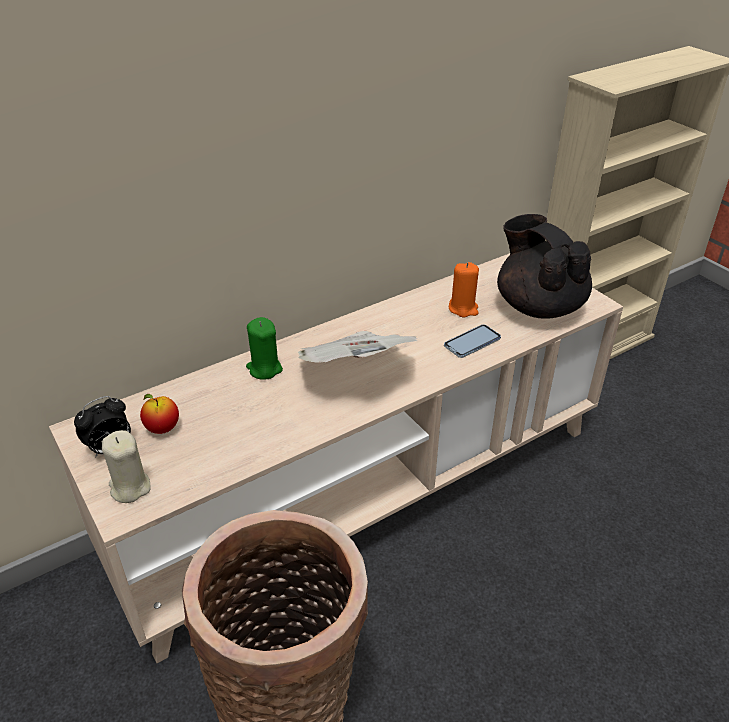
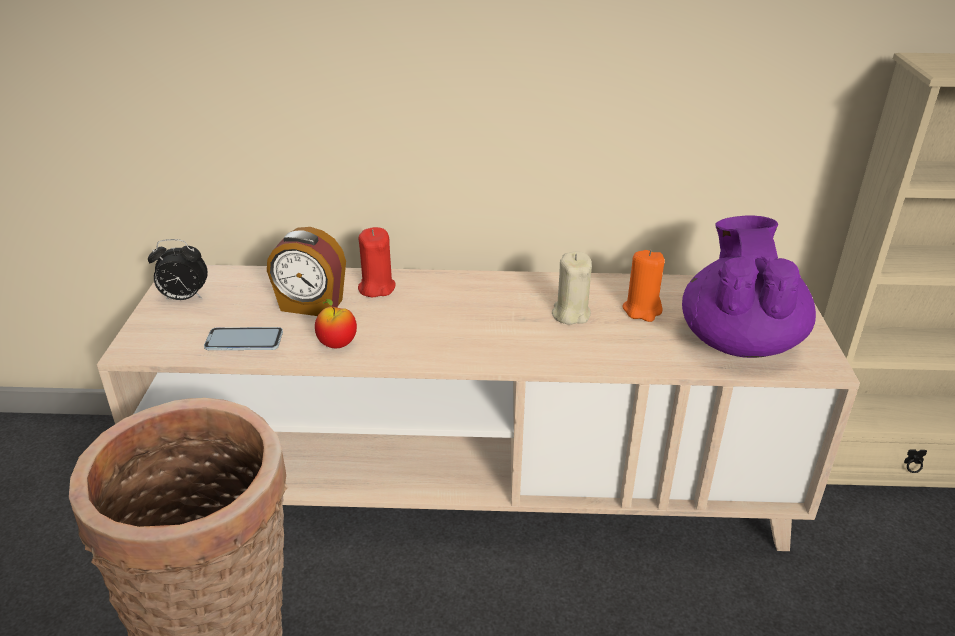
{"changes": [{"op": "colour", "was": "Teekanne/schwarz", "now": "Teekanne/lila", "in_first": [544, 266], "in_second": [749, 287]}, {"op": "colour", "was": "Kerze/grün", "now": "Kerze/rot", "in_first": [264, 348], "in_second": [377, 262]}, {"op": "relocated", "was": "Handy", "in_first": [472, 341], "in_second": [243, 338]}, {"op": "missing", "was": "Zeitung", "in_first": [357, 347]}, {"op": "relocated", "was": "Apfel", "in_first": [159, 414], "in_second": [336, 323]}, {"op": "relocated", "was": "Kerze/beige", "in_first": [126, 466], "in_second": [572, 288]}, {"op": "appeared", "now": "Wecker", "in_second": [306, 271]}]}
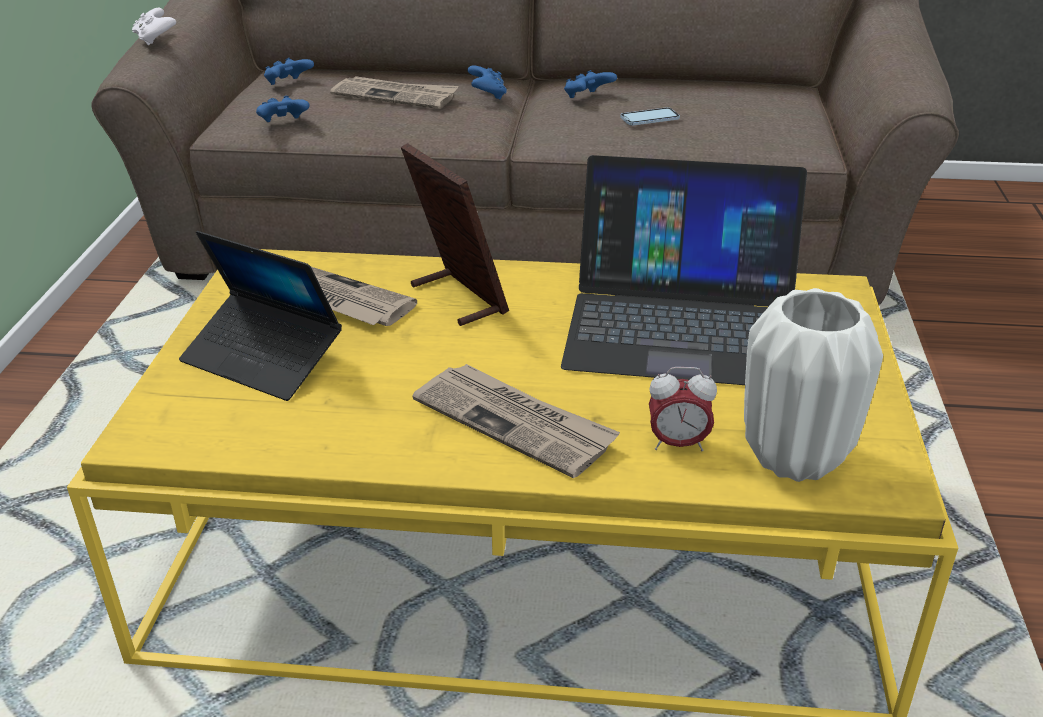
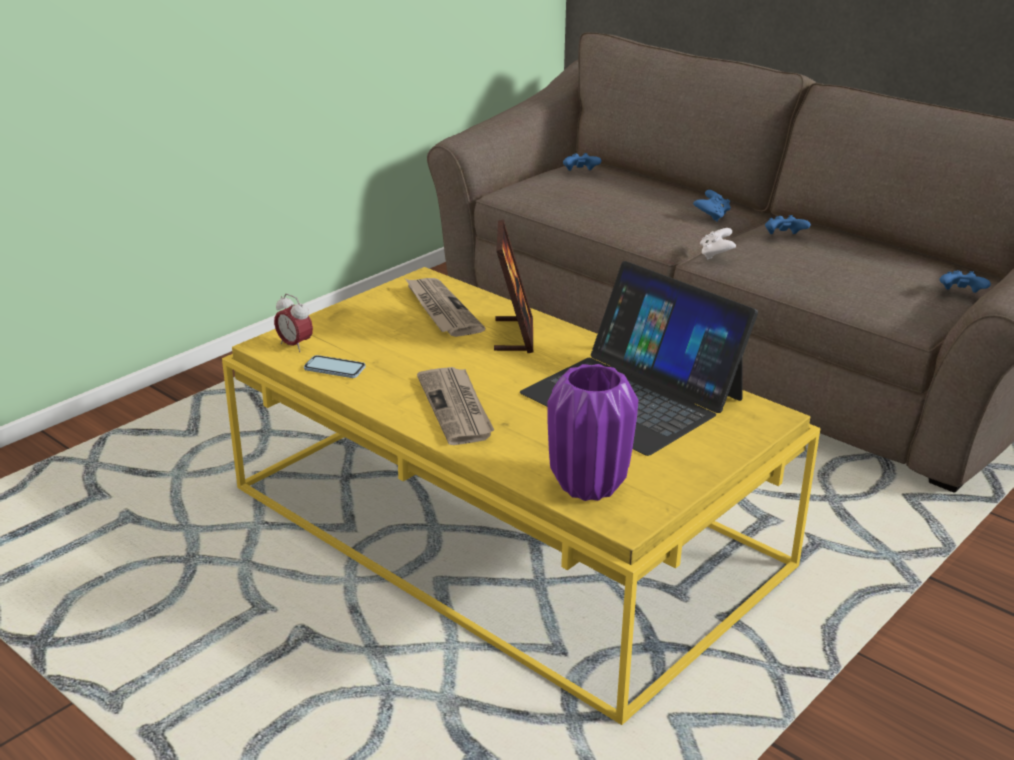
{"changes": [{"op": "relocated", "was": "Gamepad/weiß", "in_first": [154, 27], "in_second": [718, 244]}, {"op": "missing", "was": "Zeitung", "in_first": [394, 92]}, {"op": "relocated", "was": "Gamepad/blau", "in_first": [283, 109], "in_second": [965, 281]}, {"op": "relocated", "was": "Handy", "in_first": [650, 116], "in_second": [335, 366]}, {"op": "missing", "was": "Laptop", "in_first": [260, 316]}, {"op": "colour", "was": "Vase/weiß", "now": "Vase/lila", "in_first": [813, 385], "in_second": [592, 432]}, {"op": "relocated", "was": "Wecker", "in_first": [683, 409], "in_second": [293, 323]}]}
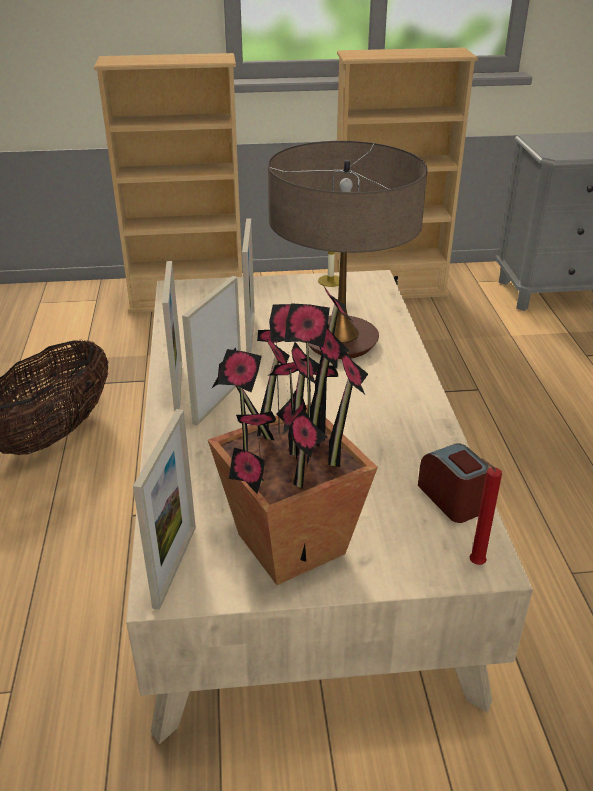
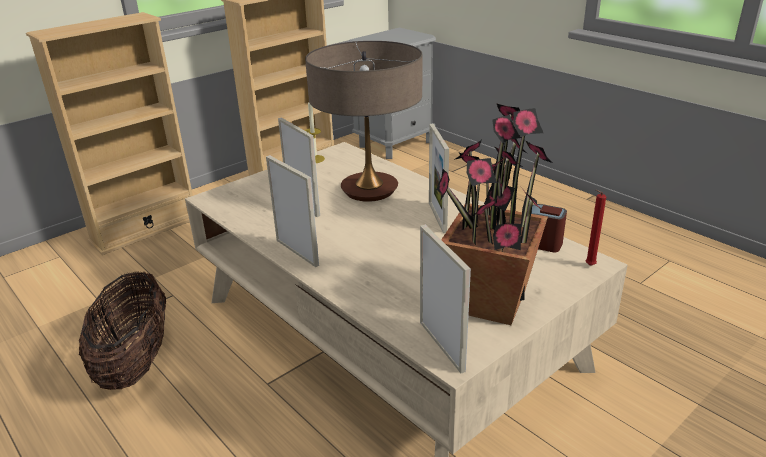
{"changes": [{"op": "relocated", "was": "Bilderrahmen", "in_first": [211, 351], "in_second": [439, 178]}]}
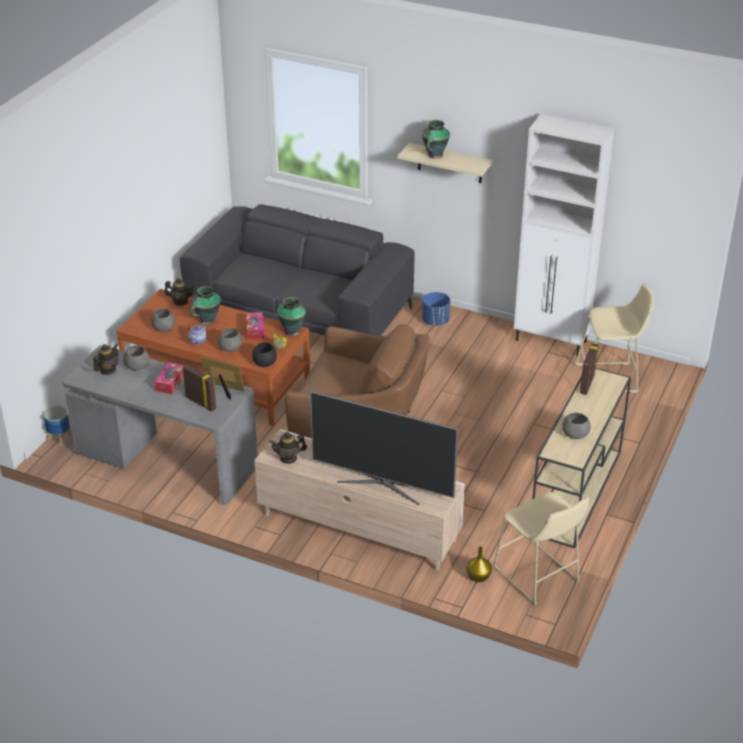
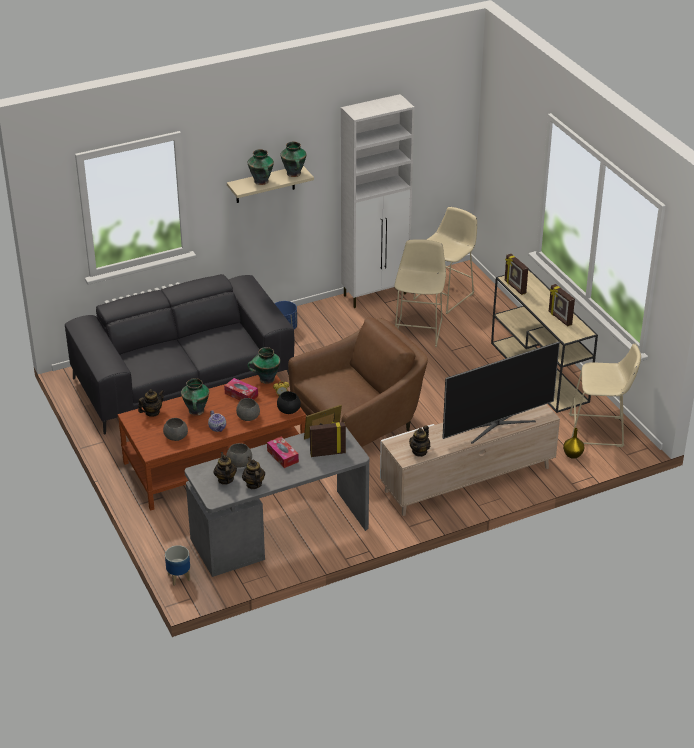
{"changes": [{"op": "exchanged", "was": "Schüssel/grau", "now": "Bilderrahmen", "in_first": [576, 426], "in_second": [562, 305]}, {"op": "appeared", "now": "Vase", "in_second": [293, 159]}, {"op": "appeared", "now": "Hocker/beige", "in_second": [420, 293]}, {"op": "appeared", "now": "Teekanne", "in_second": [253, 473]}]}
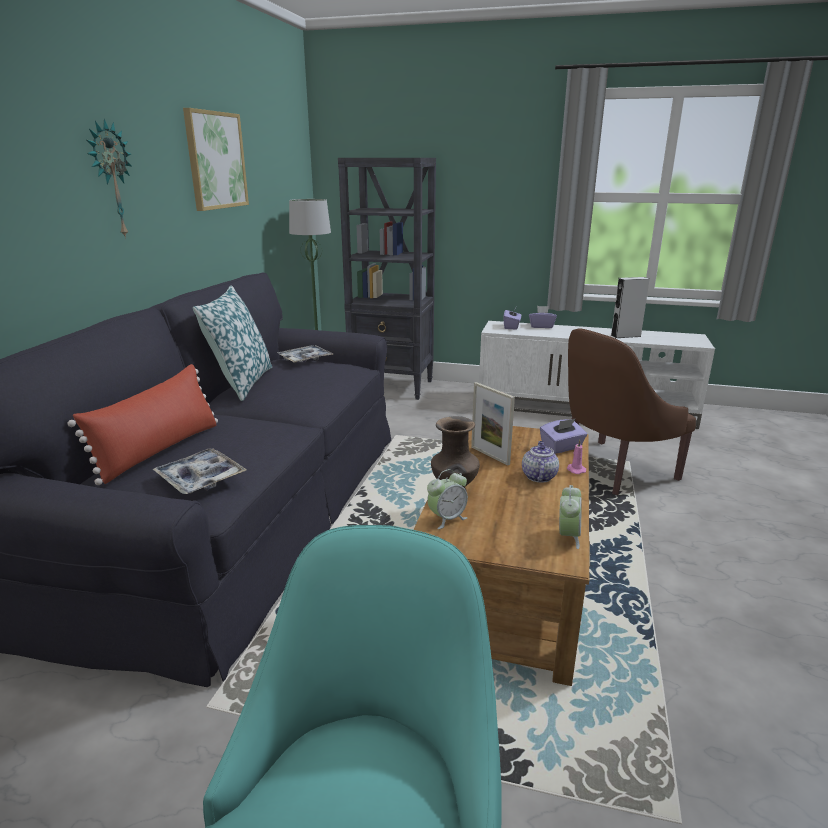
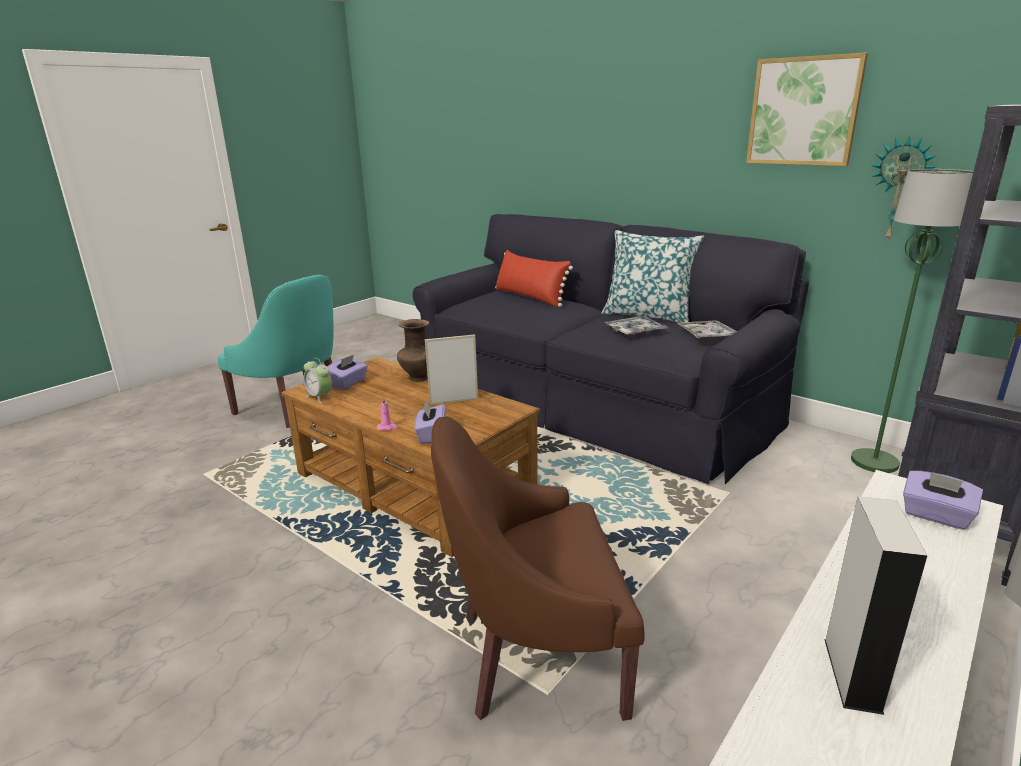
{"changes": [{"op": "relocated", "was": "Wanduhr", "in_first": [109, 179], "in_second": [904, 188]}, {"op": "relocated", "was": "Taschentuchbox/lila", "in_first": [543, 317], "in_second": [347, 372]}, {"op": "spun", "was": "Sessel/braun", "in_first": [632, 412], "in_second": [537, 569], "clockwise": -90}, {"op": "missing", "was": "Teekanne", "in_first": [540, 462]}, {"op": "relocated", "was": "Tablett", "in_first": [199, 471], "in_second": [636, 325]}, {"op": "missing", "was": "Wecker", "in_first": [447, 499]}]}
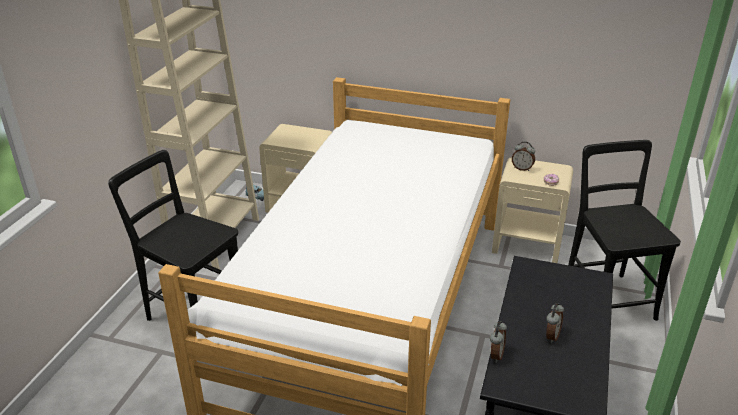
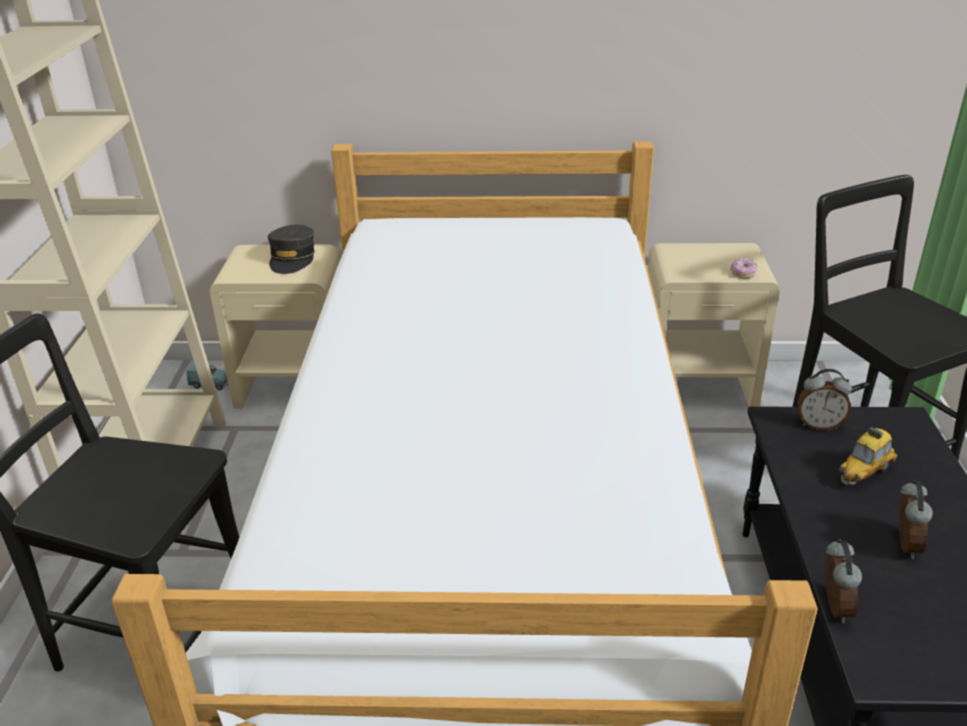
{"changes": [{"op": "relocated", "was": "Wecker", "in_first": [523, 156], "in_second": [824, 399]}, {"op": "appeared", "now": "Kappe/grau", "in_second": [291, 249]}, {"op": "appeared", "now": "Spielzeugauto", "in_second": [868, 456]}]}
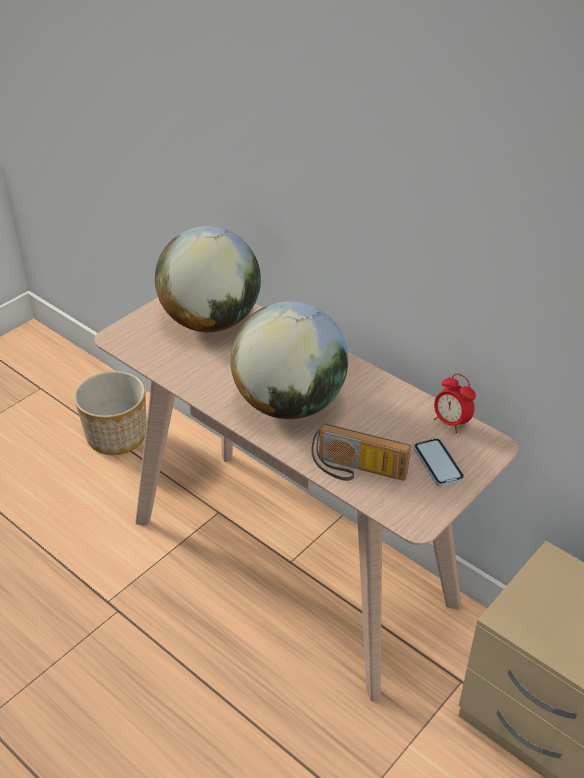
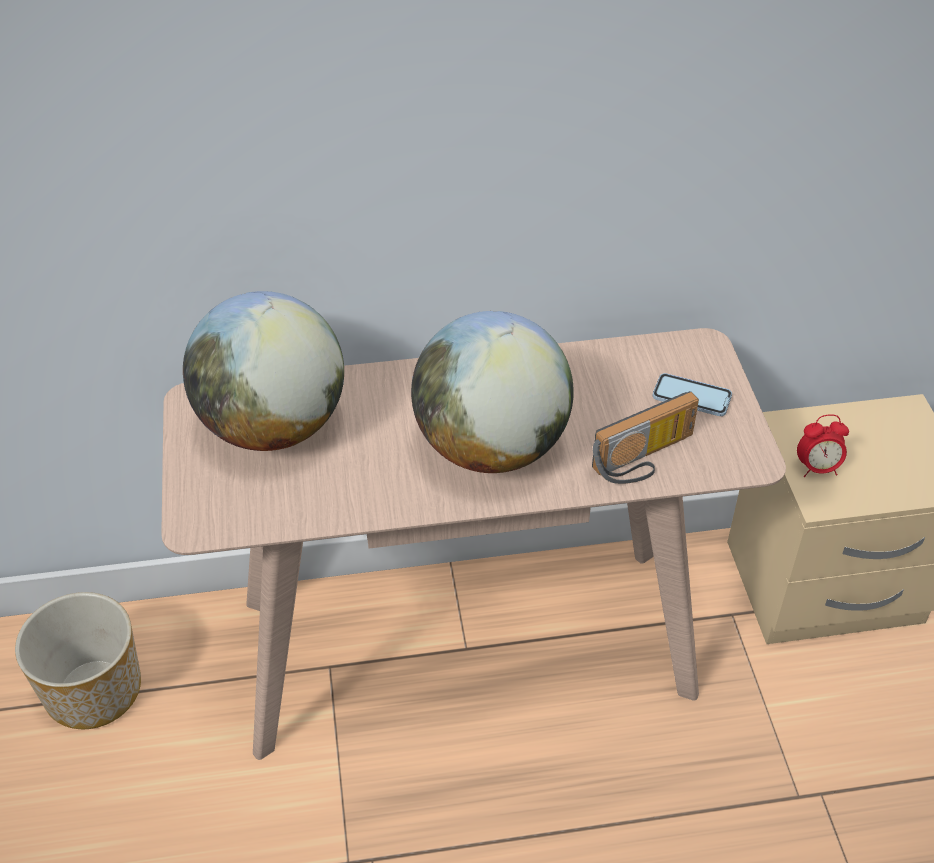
{"changes": [{"op": "relocated", "was": "Wecker", "in_first": [455, 403], "in_second": [823, 445]}]}
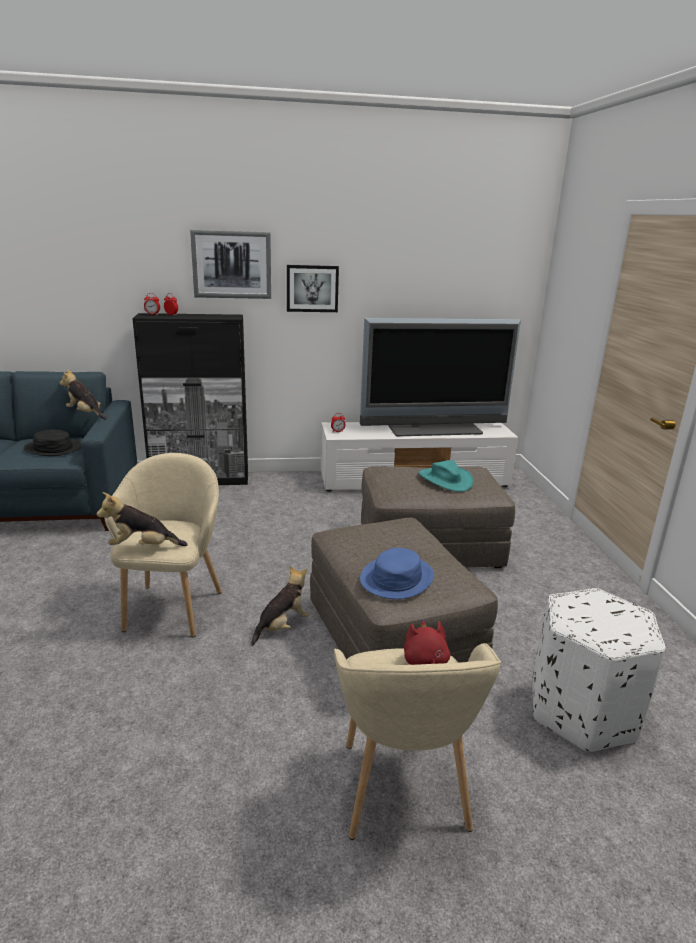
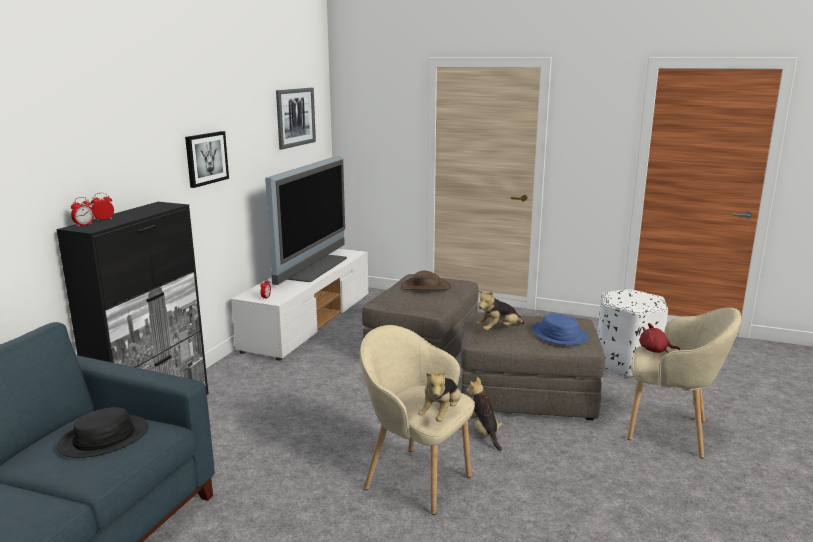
{"changes": [{"op": "relocated", "was": "Bild", "in_first": [230, 264], "in_second": [296, 118]}, {"op": "relocated", "was": "Plüschtier", "in_first": [84, 394], "in_second": [501, 310]}, {"op": "colour", "was": "Hut/türkis", "now": "Hut/braun", "in_first": [446, 476], "in_second": [426, 280]}]}
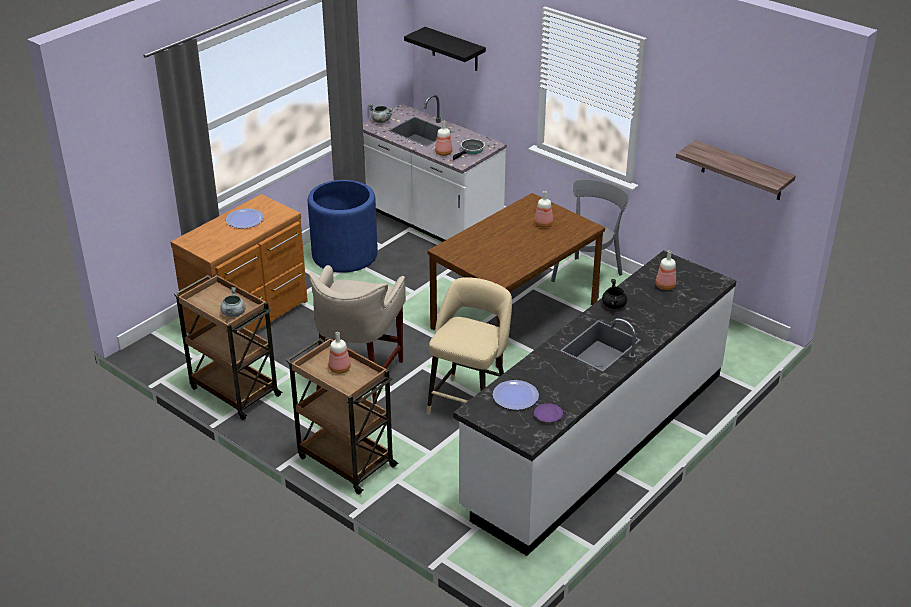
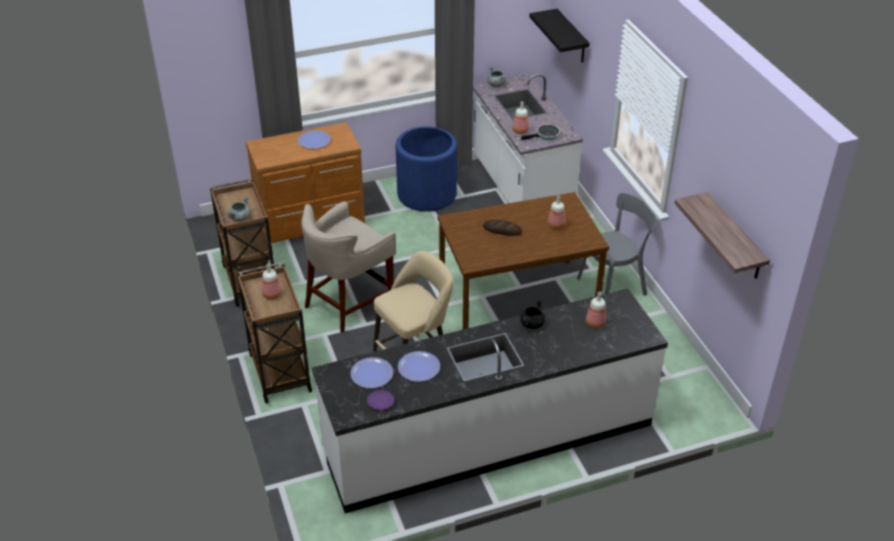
{"changes": [{"op": "appeared", "now": "Brot", "in_second": [502, 228]}, {"op": "appeared", "now": "Teller", "in_second": [419, 366]}]}
